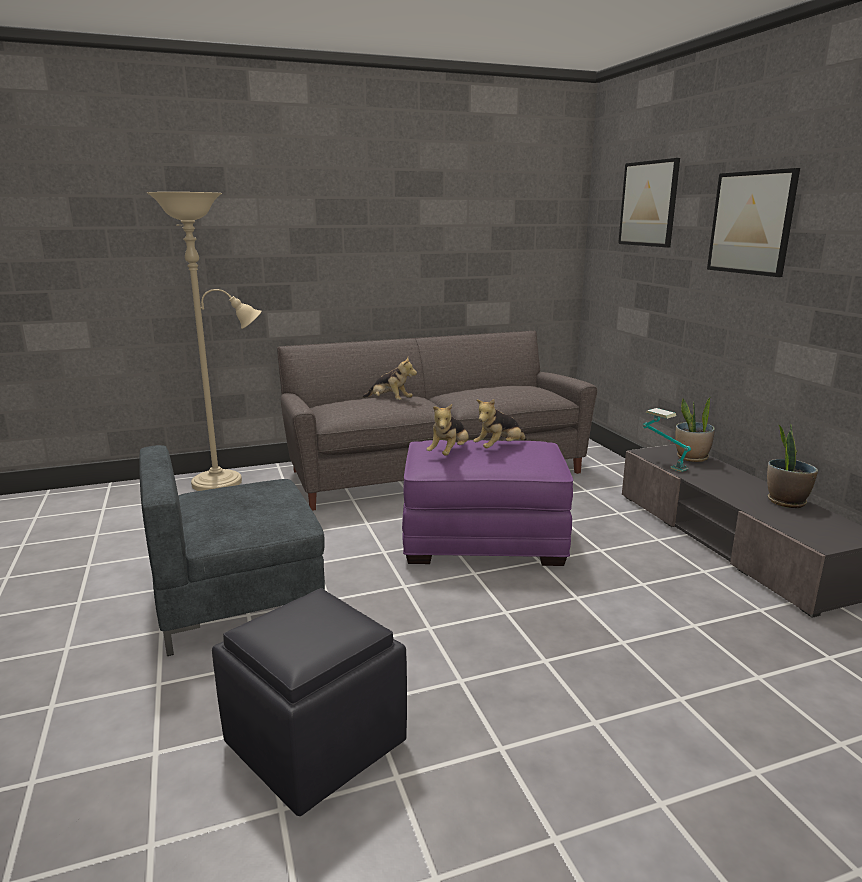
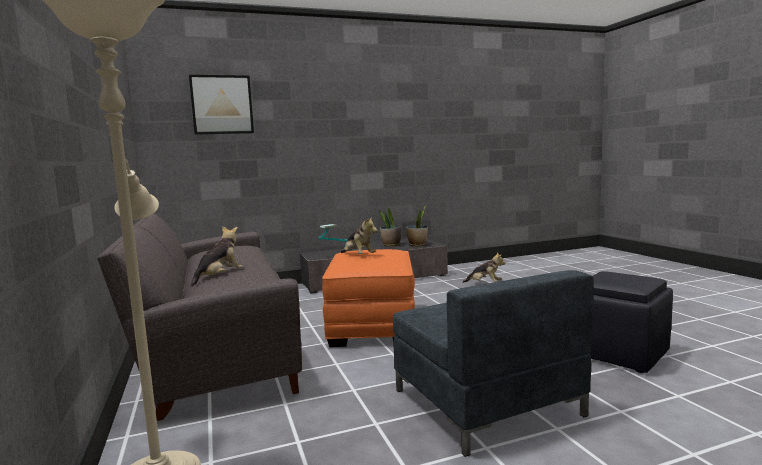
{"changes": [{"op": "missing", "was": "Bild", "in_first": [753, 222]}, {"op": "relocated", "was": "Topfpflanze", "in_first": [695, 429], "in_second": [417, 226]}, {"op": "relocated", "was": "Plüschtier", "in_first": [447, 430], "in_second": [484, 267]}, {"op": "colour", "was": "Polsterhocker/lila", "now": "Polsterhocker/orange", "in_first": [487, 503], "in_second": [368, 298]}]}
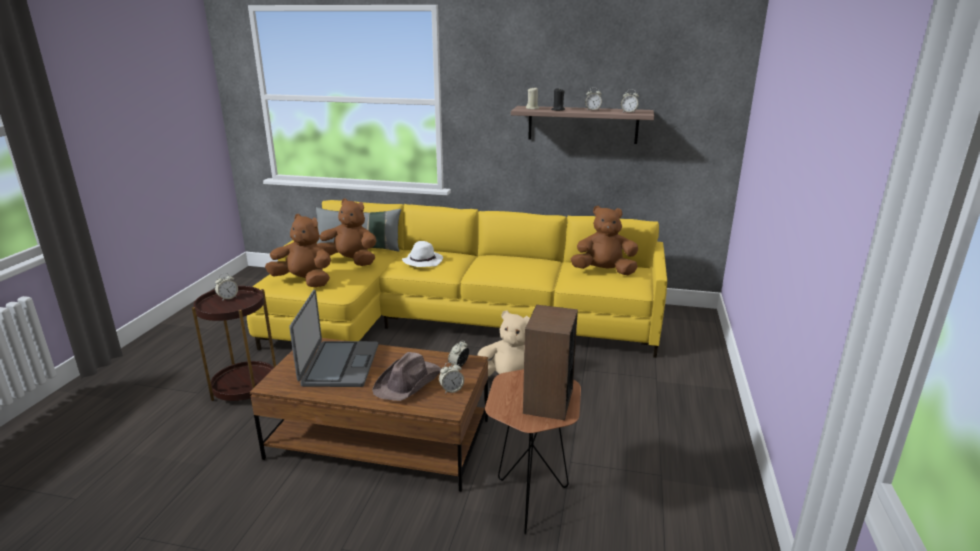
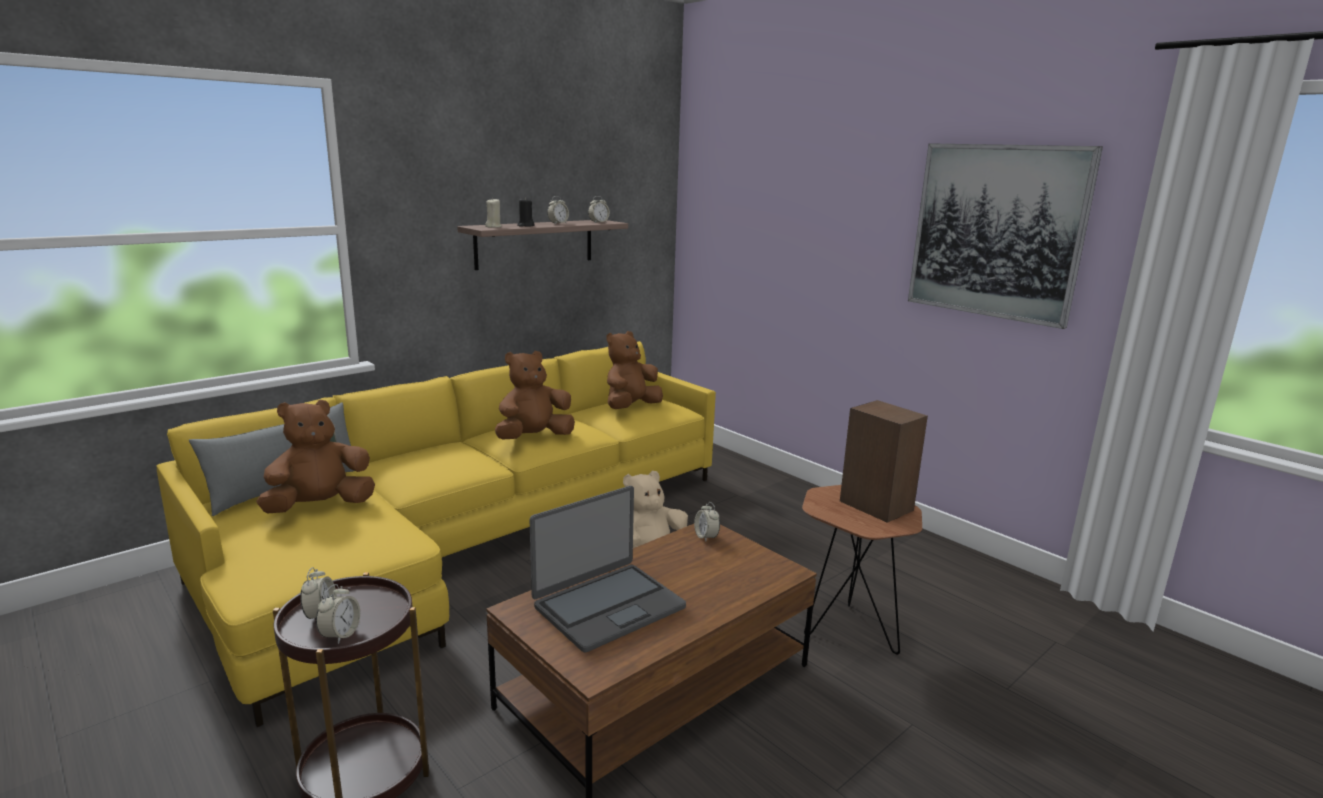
{"changes": [{"op": "relocated", "was": "Plüschtier/braun", "in_first": [298, 250], "in_second": [535, 395]}, {"op": "missing", "was": "Hut/weiß", "in_first": [422, 254]}, {"op": "spun", "was": "Laptop", "in_first": [333, 338], "in_second": [608, 569], "clockwise": 105}, {"op": "missing", "was": "Hut/braun", "in_first": [406, 376]}, {"op": "relocated", "was": "Wecker", "in_first": [451, 377], "in_second": [338, 614]}, {"op": "appeared", "now": "Bild", "in_second": [1005, 236]}]}
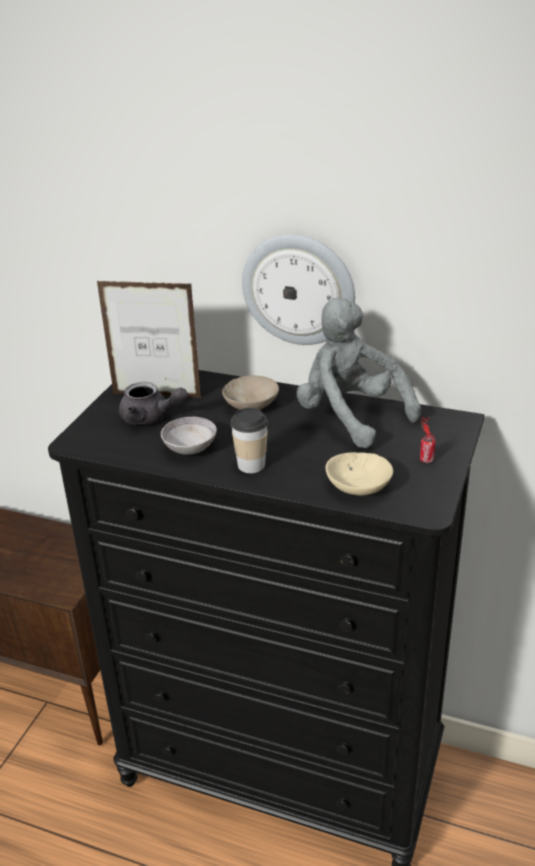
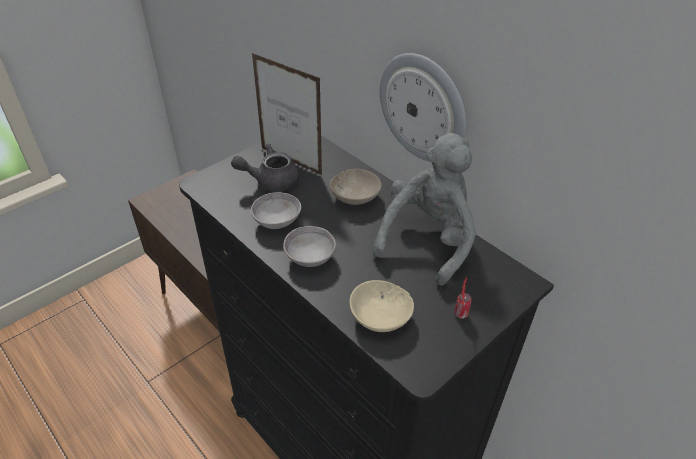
{"changes": [{"op": "spun", "was": "Plüschtier/grau", "in_first": [359, 373], "in_second": [424, 209], "clockwise": 45}, {"op": "spun", "was": "Teekanne/grau", "in_first": [153, 403], "in_second": [265, 168], "clockwise": 120}, {"op": "exchanged", "was": "Tasse", "now": "Schüssel/grau", "in_first": [249, 440], "in_second": [309, 246]}]}
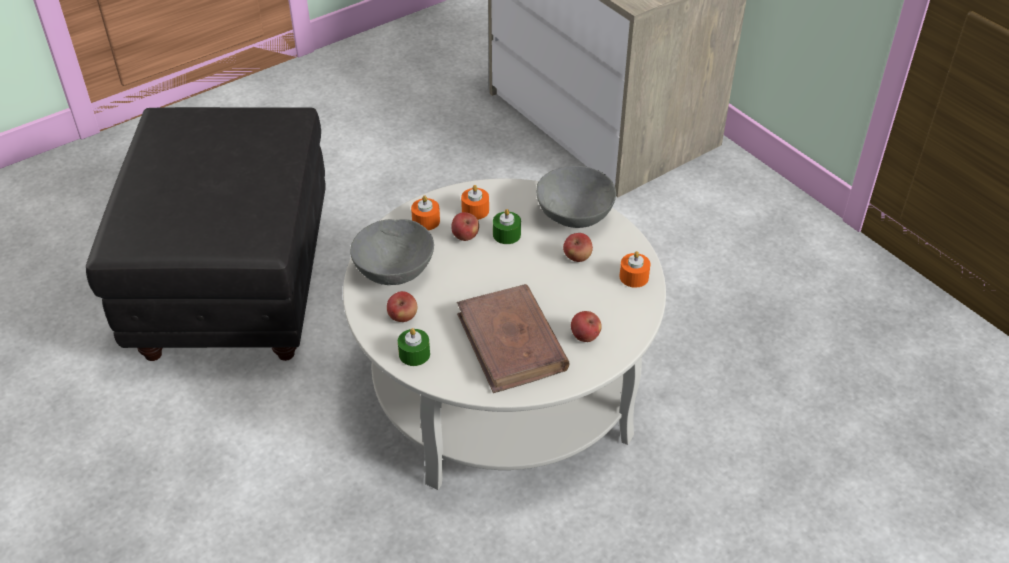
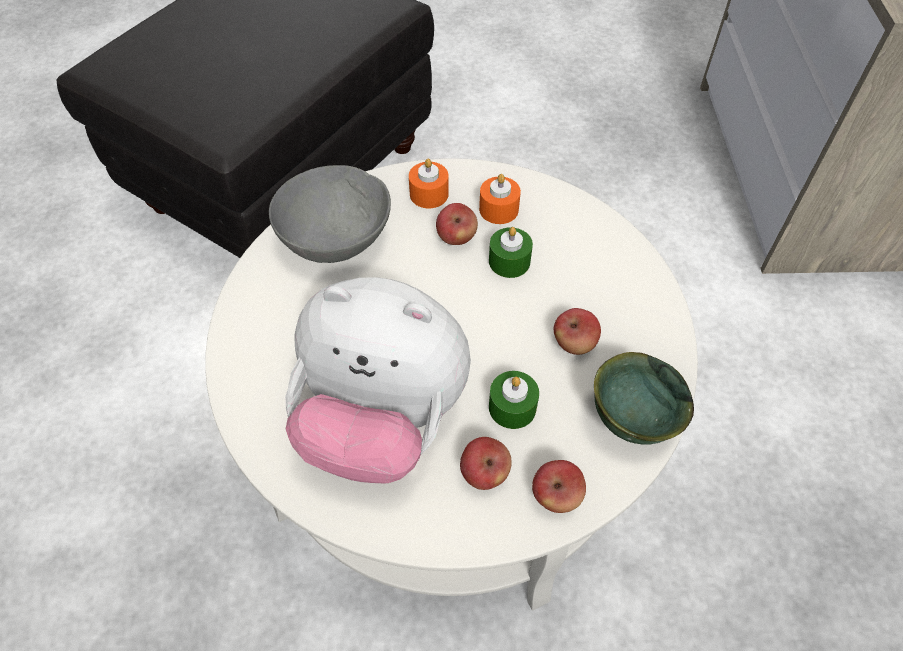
{"changes": [{"op": "missing", "was": "Schüssel/grau", "in_first": [576, 197]}, {"op": "exchanged", "was": "Kerze/orange", "now": "Schüssel/grün", "in_first": [635, 269], "in_second": [644, 398]}, {"op": "exchanged", "was": "Buch/braun", "now": "Plüschtier", "in_first": [513, 338], "in_second": [378, 380]}, {"op": "relocated", "was": "Apfel", "in_first": [402, 306], "in_second": [559, 486]}, {"op": "relocated", "was": "Kerze/grün", "in_first": [414, 347], "in_second": [514, 400]}]}
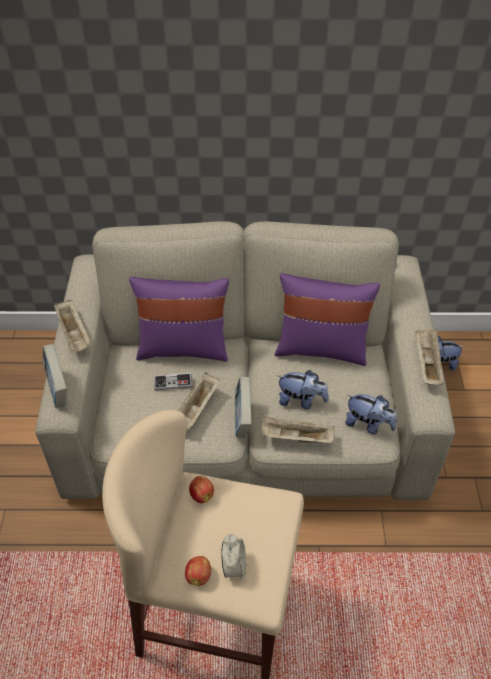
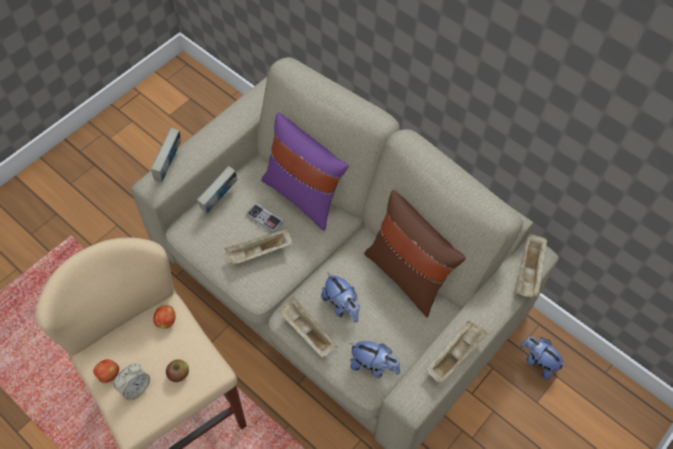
{"changes": [{"op": "colour", "was": "Kissen/lila", "now": "Kissen/braun", "in_first": [327, 319], "in_second": [415, 253]}, {"op": "relocated", "was": "Tablett/beige", "in_first": [72, 326], "in_second": [532, 265]}, {"op": "relocated", "was": "Buch", "in_first": [243, 407], "in_second": [217, 189]}, {"op": "spun", "was": "Plüschtier", "in_first": [371, 414], "in_second": [375, 359], "clockwise": -45}, {"op": "appeared", "now": "Apfel", "in_second": [177, 370]}]}
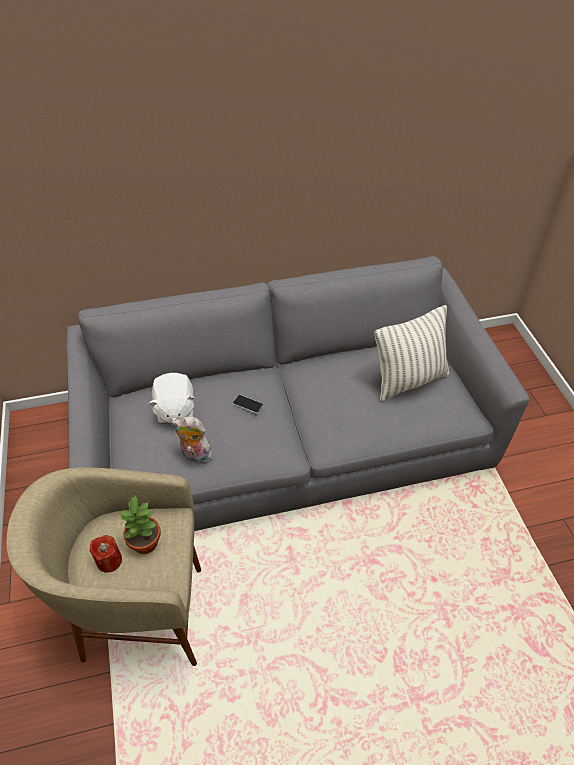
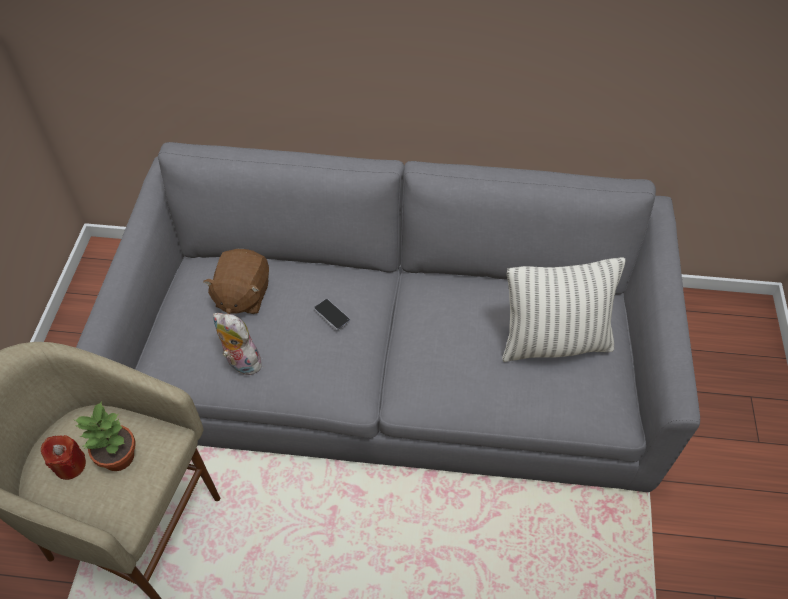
{"changes": [{"op": "colour", "was": "Plüschtier/weiß", "now": "Plüschtier/braun", "in_first": [172, 398], "in_second": [236, 281]}]}
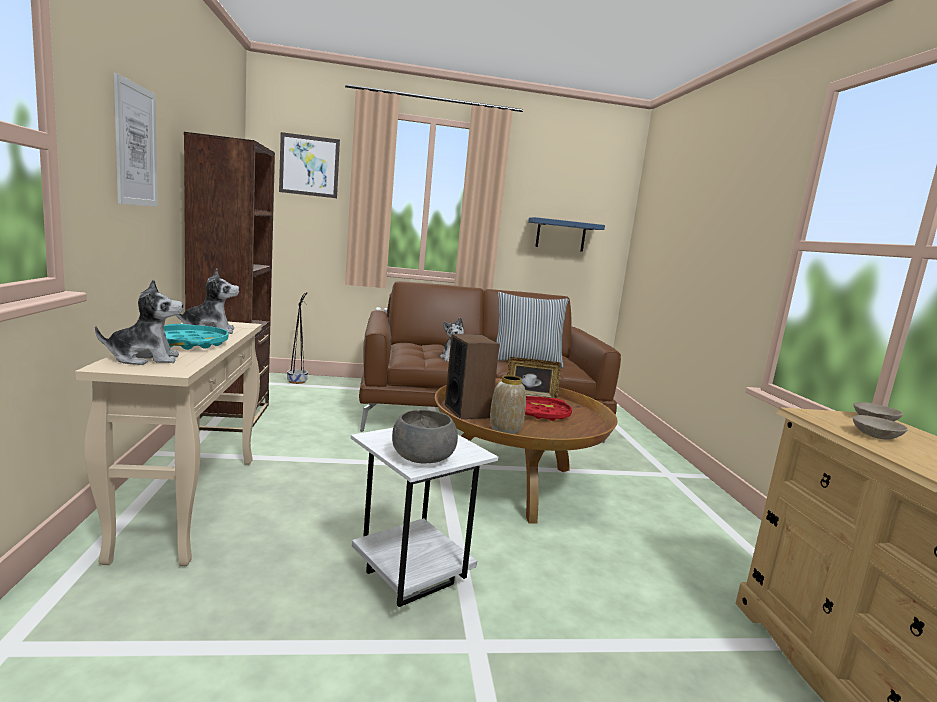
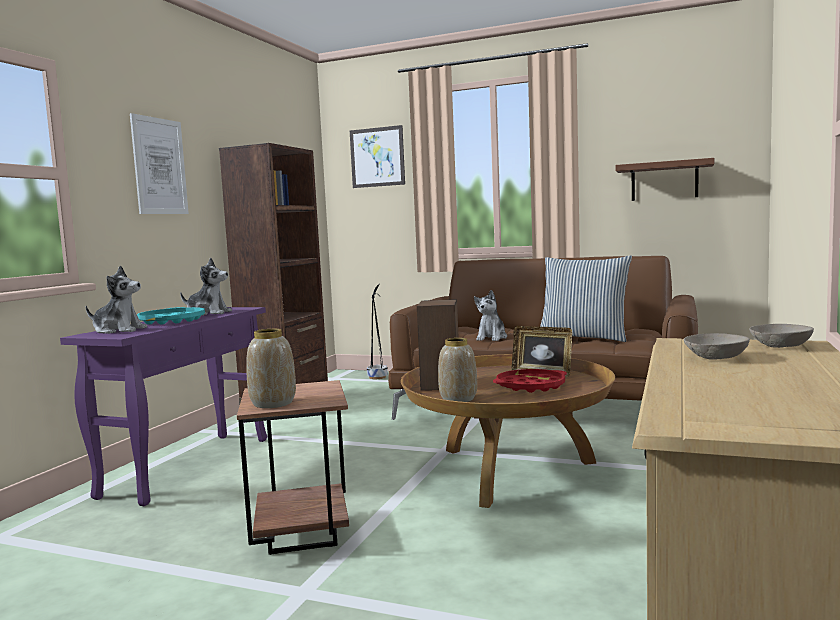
{"changes": [{"op": "colour", "was": "Wandregal/blau", "now": "Wandregal/braun", "in_first": [566, 234], "in_second": [664, 179]}, {"op": "colour", "was": "Konsolentisch/beige", "now": "Konsolentisch/lila", "in_first": [168, 444], "in_second": [163, 406]}, {"op": "exchanged", "was": "Schüssel/grau", "now": "Vase", "in_first": [425, 436], "in_second": [271, 368]}, {"op": "colour", "was": "Beistelltisch/weiß", "now": "Beistelltisch/braun", "in_first": [424, 517], "in_second": [293, 467]}]}
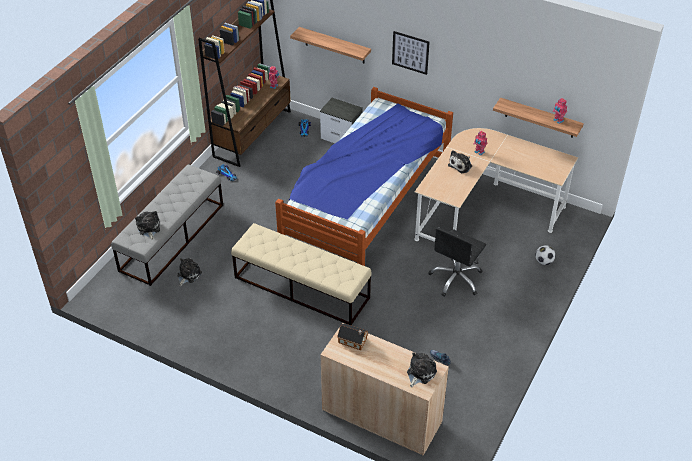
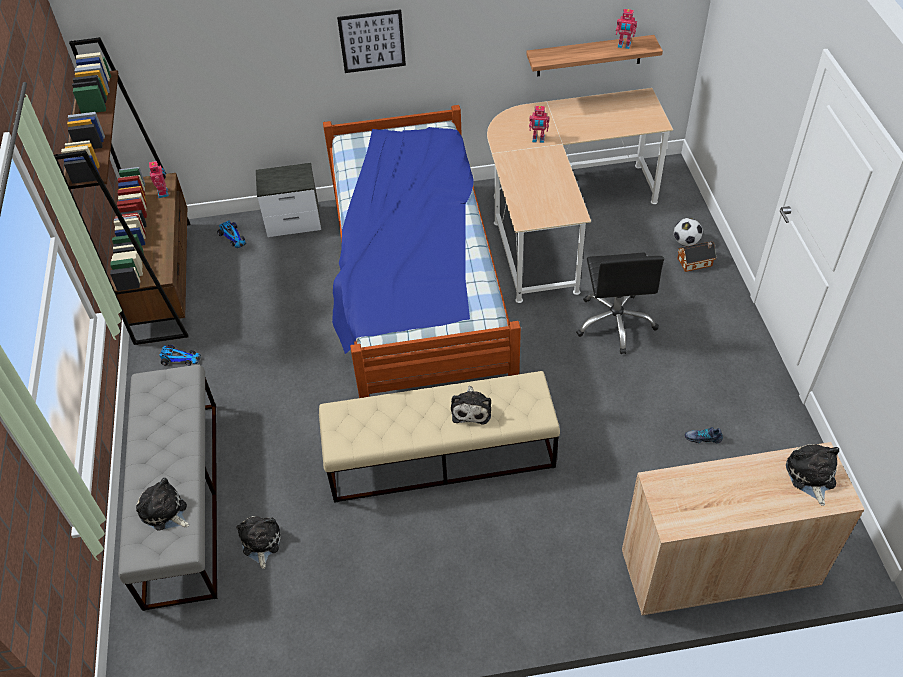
{"changes": [{"op": "missing", "was": "Wandregal", "in_first": [330, 45]}, {"op": "relocated", "was": "Plüschtier", "in_first": [460, 161], "in_second": [471, 405]}, {"op": "relocated", "was": "Spielzeughaus", "in_first": [352, 336], "in_second": [697, 257]}]}
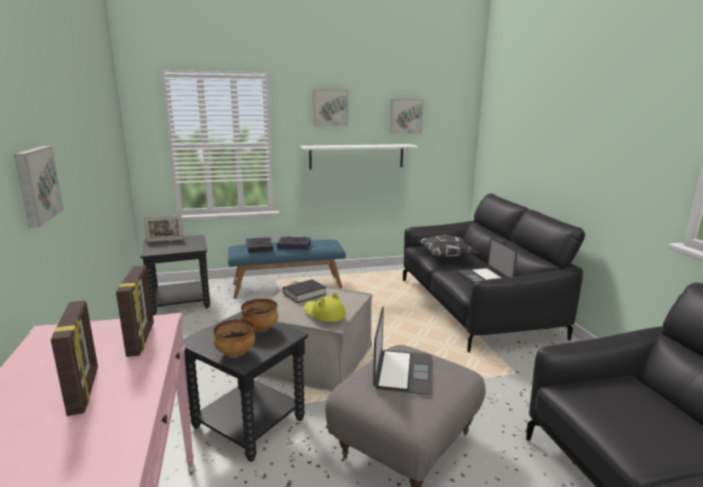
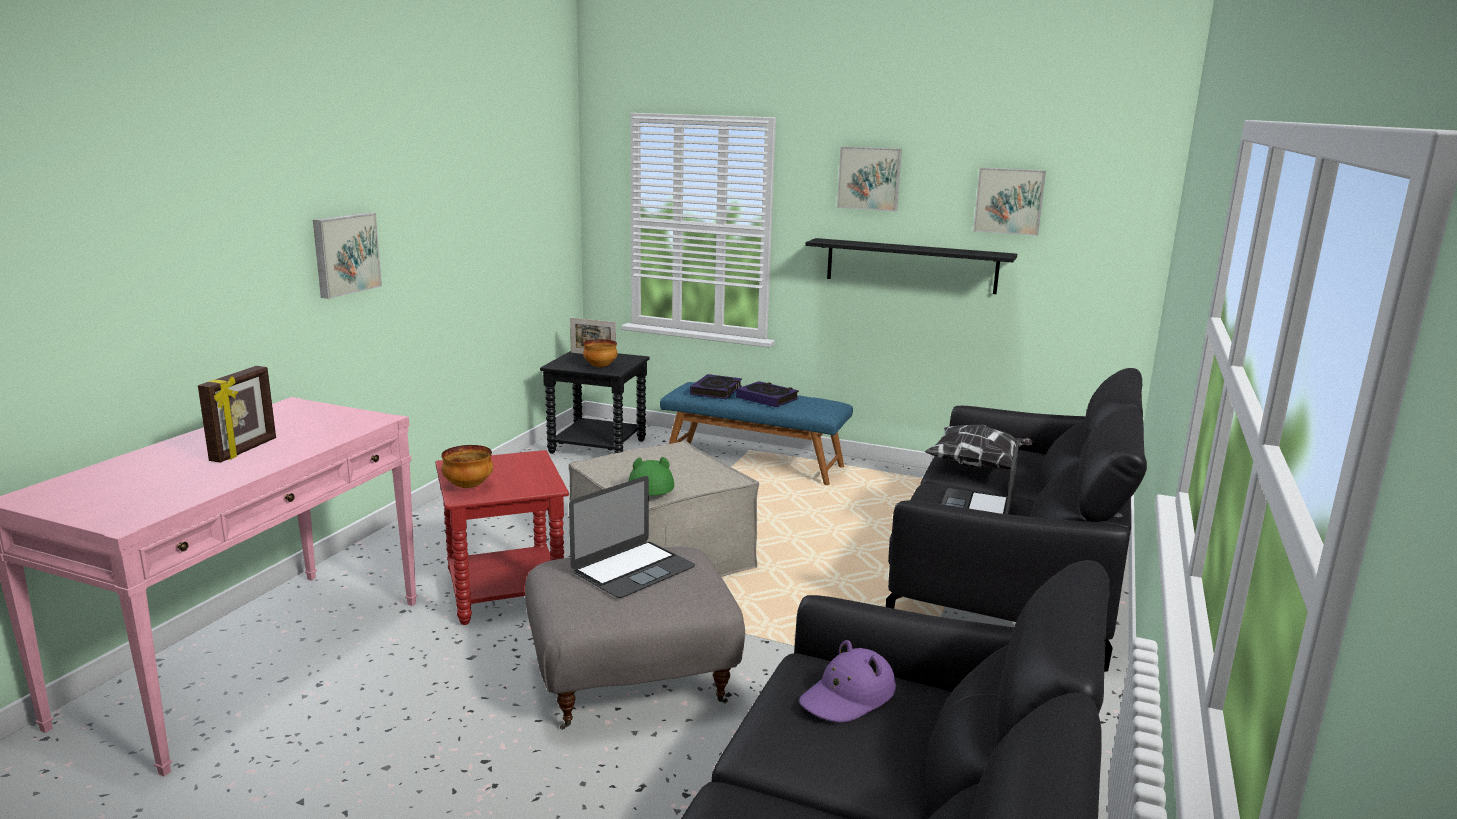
{"changes": [{"op": "colour", "was": "Wandregal/weiß", "now": "Wandregal/schwarz", "in_first": [359, 156], "in_second": [911, 266]}, {"op": "missing", "was": "Bilderrahmen", "in_first": [135, 311]}, {"op": "missing", "was": "Buch/schwarz", "in_first": [304, 291]}, {"op": "colour", "was": "Hut/gelb", "now": "Hut/grün", "in_first": [325, 307], "in_second": [651, 476]}, {"op": "relocated", "was": "Schüssel", "in_first": [259, 315], "in_second": [600, 353]}, {"op": "colour", "was": "Beistelltisch/schwarz", "now": "Beistelltisch/rot", "in_first": [245, 386], "in_second": [502, 537]}, {"op": "appeared", "now": "Hut/lila", "in_second": [847, 681]}]}
